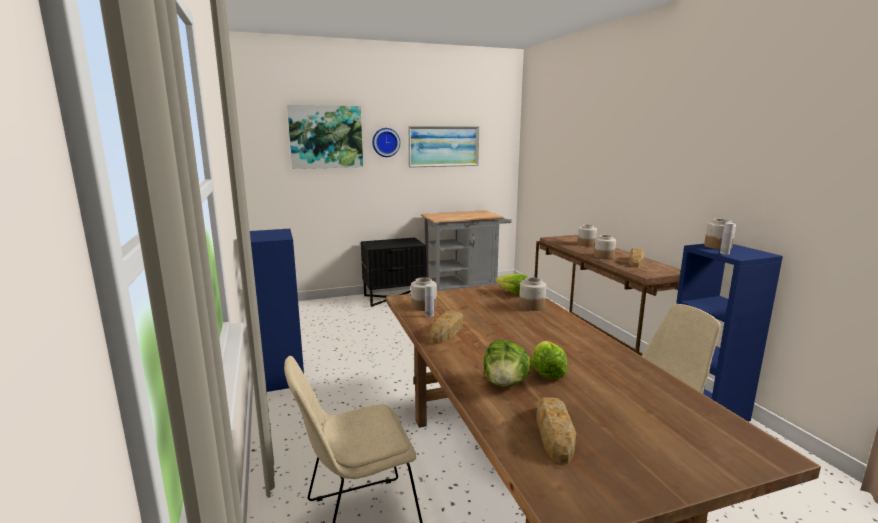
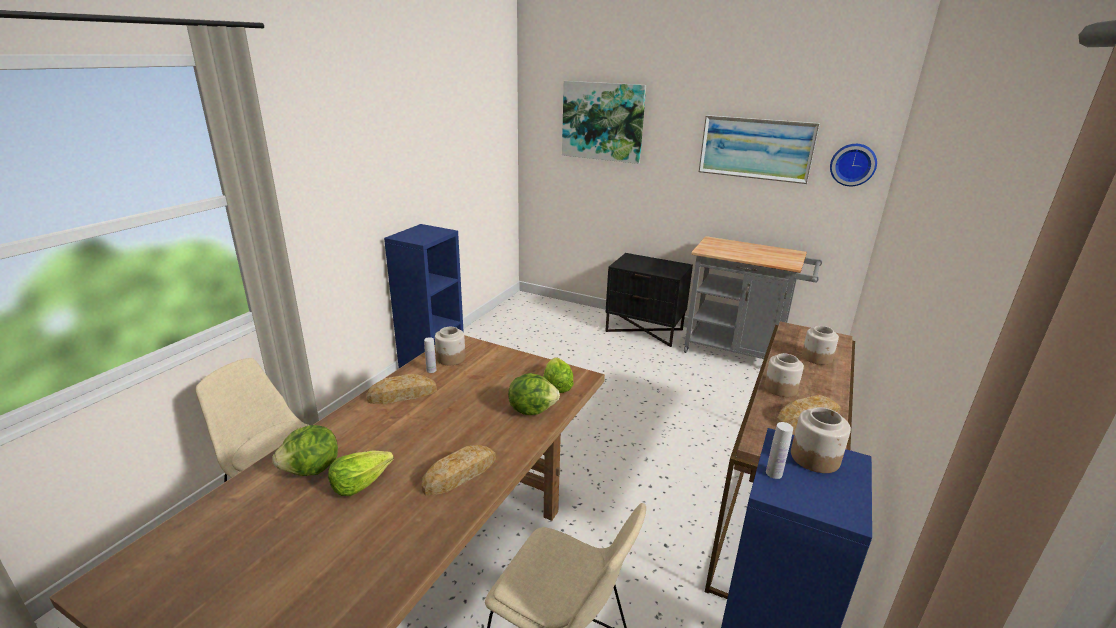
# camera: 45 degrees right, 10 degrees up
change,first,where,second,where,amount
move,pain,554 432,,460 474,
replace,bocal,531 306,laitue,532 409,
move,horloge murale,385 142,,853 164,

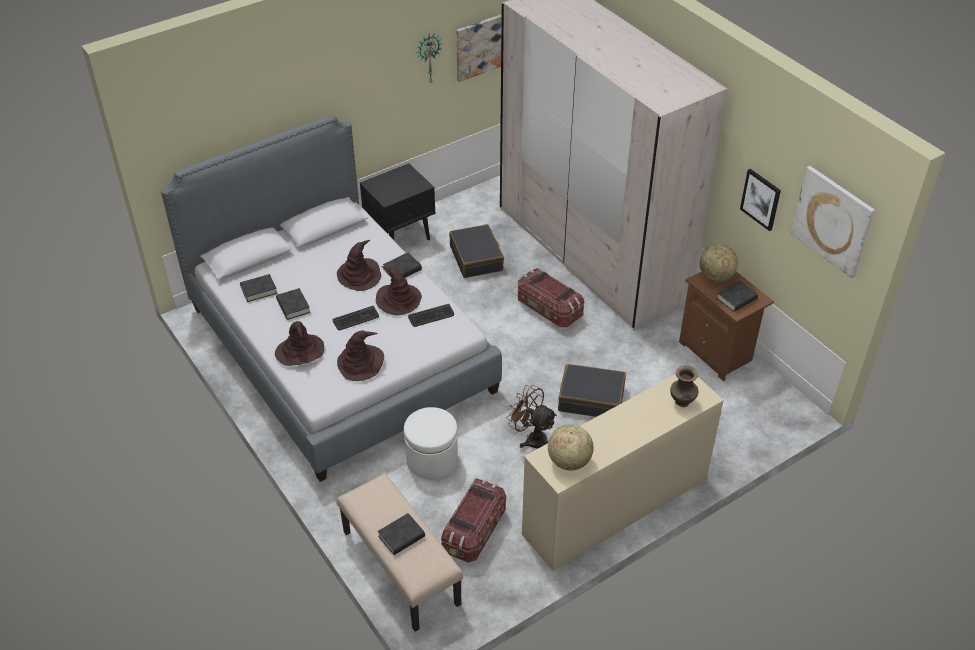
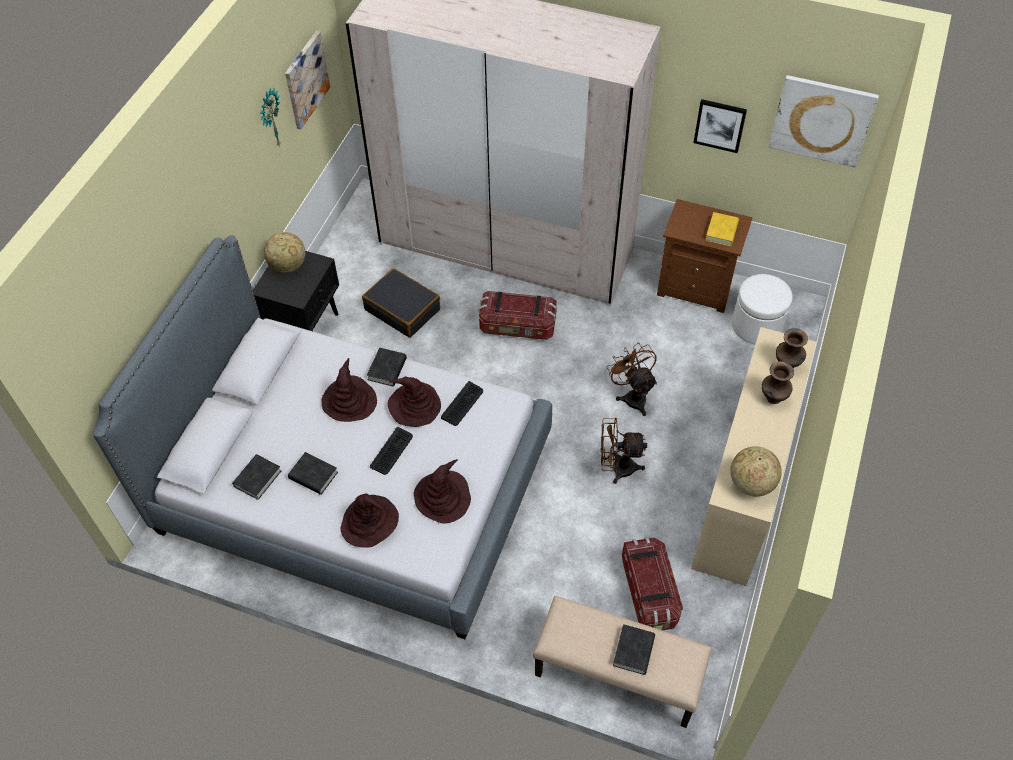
# camera: 35 degrees left, 10 degrees up
change,first,where,second,where,amount
move,globe,716 277,,288 266,
replace,valise [noir],591 398,ventilateur [marron],632 396,
recolor,livre [noir],736 299,livre [jaune],721 232,
move,pouf [blanc],432 460,,757 325,
insert,,,vase [marron],773 398,

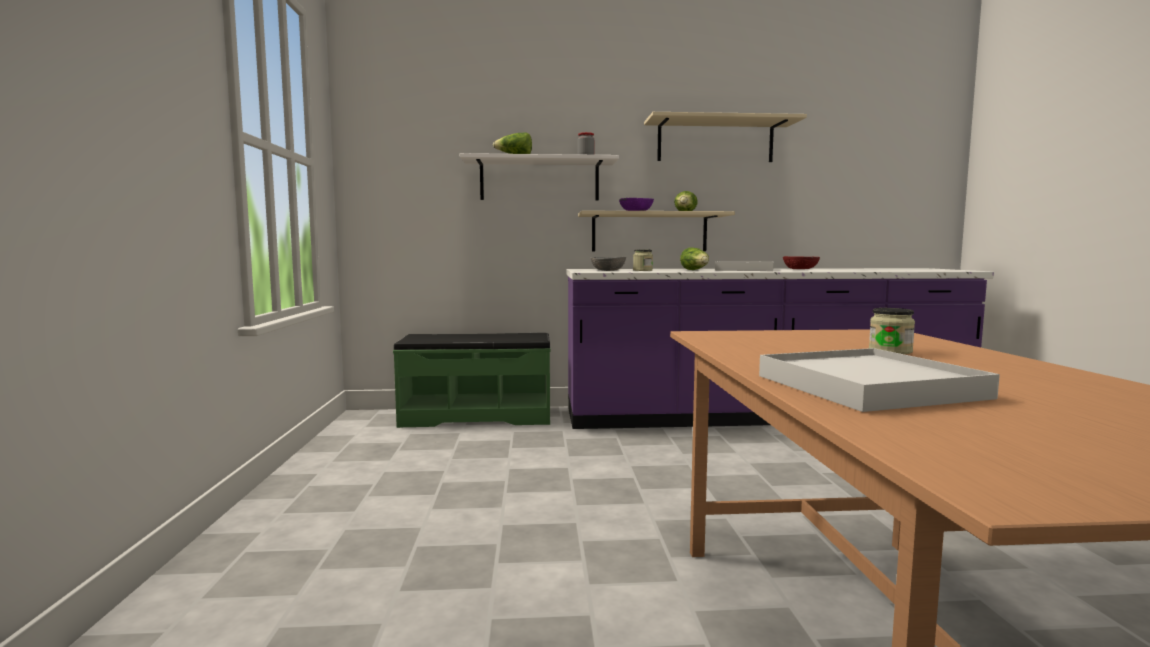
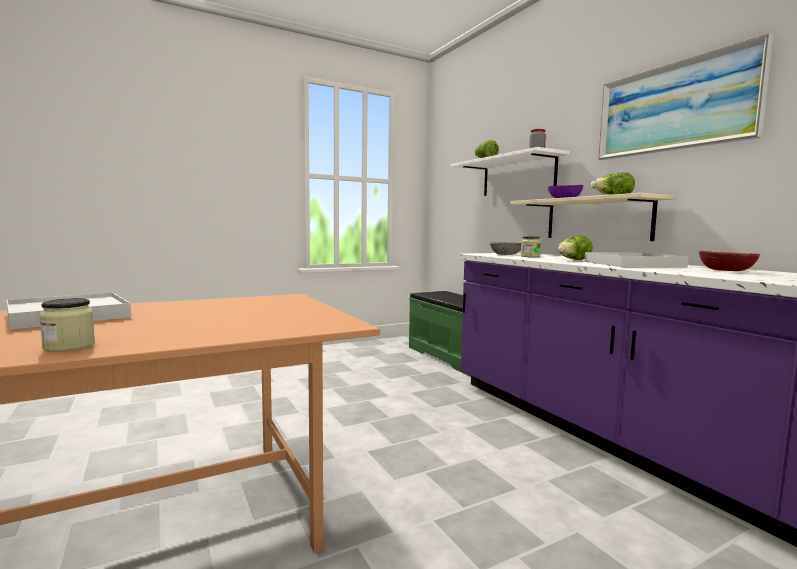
# camera: 65 degrees right, 0 degrees up
change,first,where,second,where,amount
move,bocal,890 351,,69 346,
replace,étagère [beige],715 142,tableau,673 107,

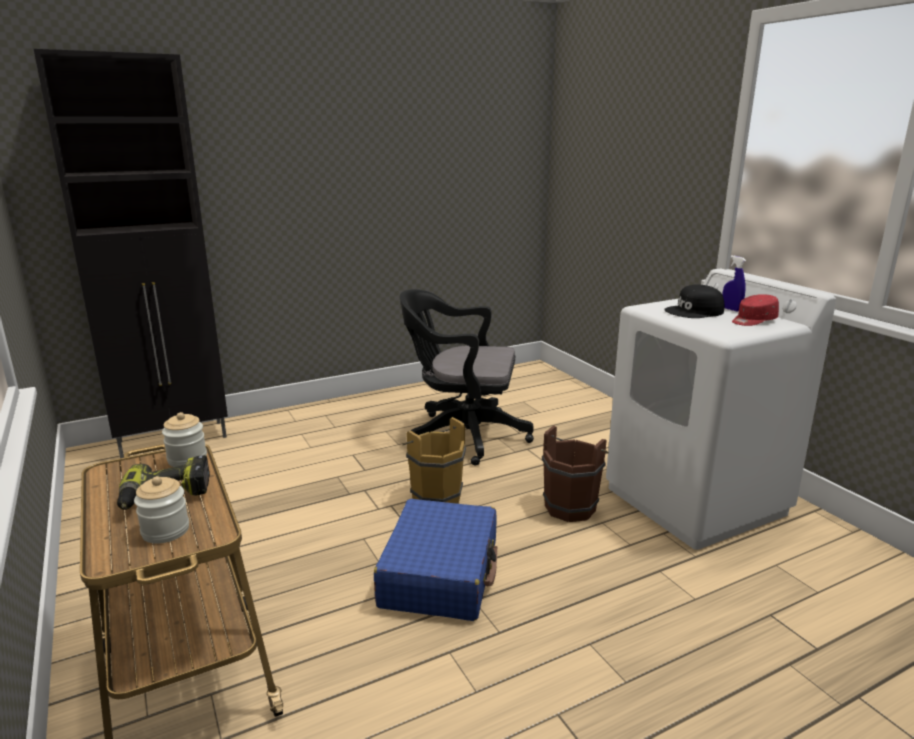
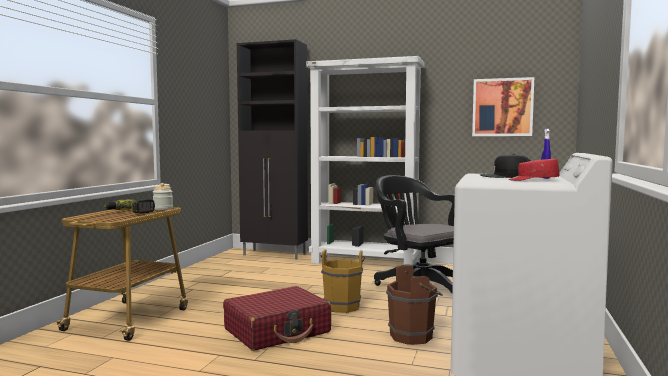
# camera: 45 degrees right, 15 degrees down
change,first,where,second,where,amount
recolor,valise [bleu],440 574,valise [rouge],277 331,
insert,,,bibliothèque [blanc],365 262,
insert,,,tableau,502 107,
delete,bocal,165 531,,,

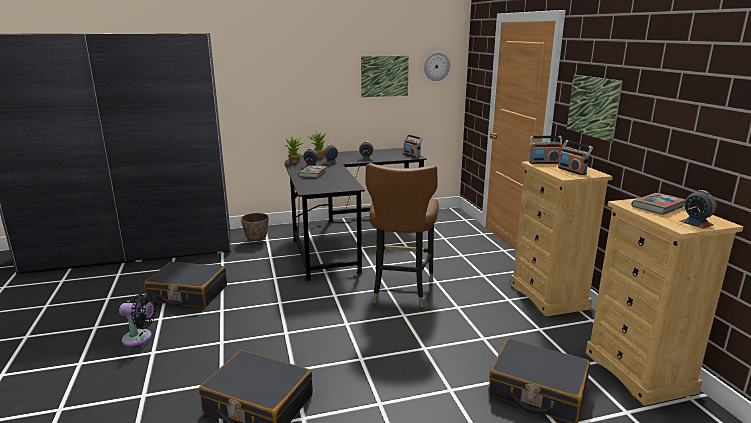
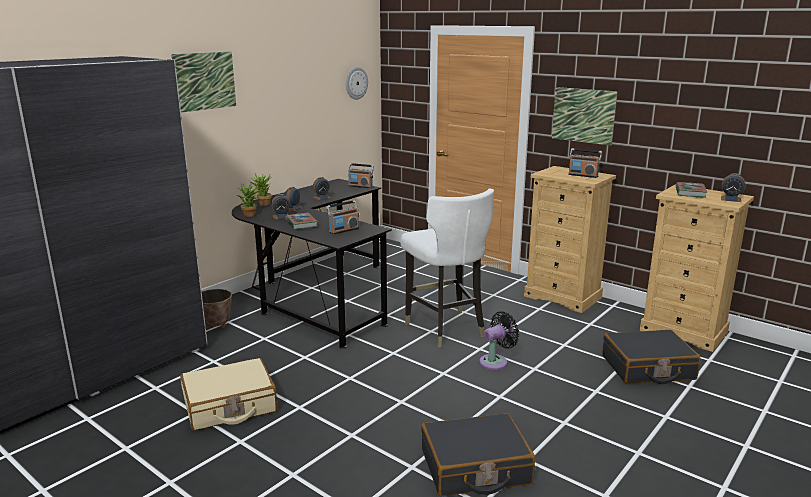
# camera: 35 degrees left, 0 degrees up
change,first,where,second,where,amount
move,tableau,384 76,,204 81,
recolor,valise [noir],188 294,valise [beige],229 406,
move,radio,544 162,,344 230,
recolor,chaise [marron],400 290,chaise [blanc],445 328,
move,ventilateur [noir],140 338,,496 361,

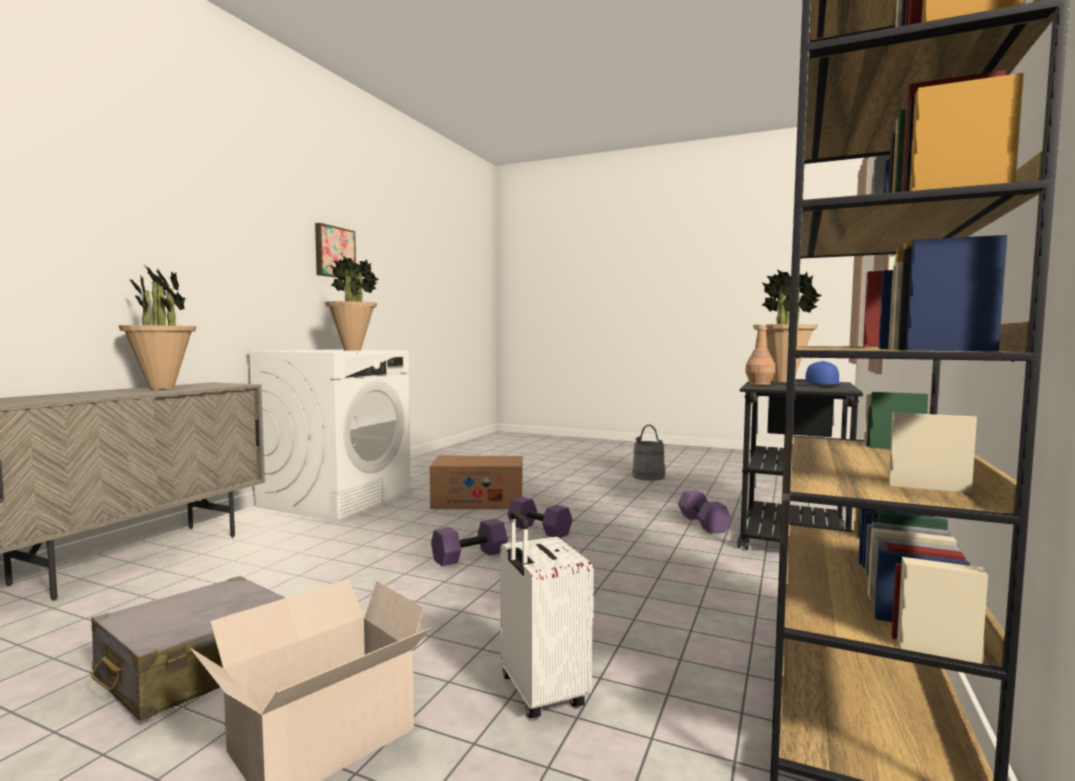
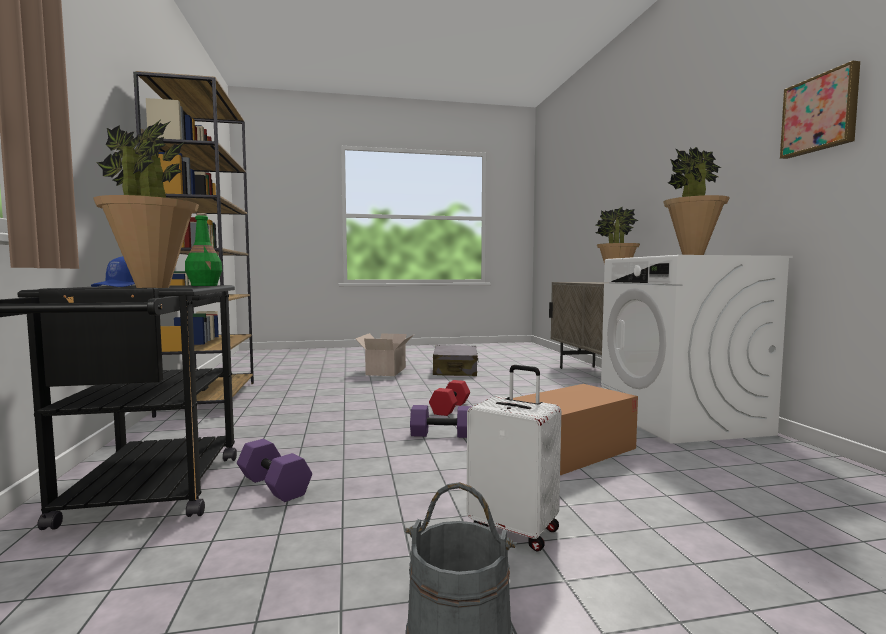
# camera: 145 degrees right, 0 degrees up
change,first,where,second,where,amount
recolor,bouteille [marron],759 384,bouteille [vert],205 285,
recolor,haltère [violet],470 556,haltère [rouge],450 408,
move,valise [blanc],540 693,,515 528,

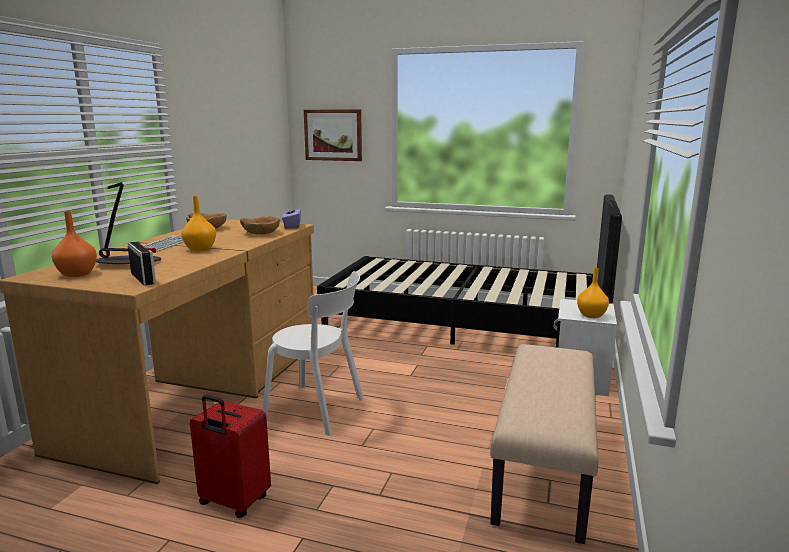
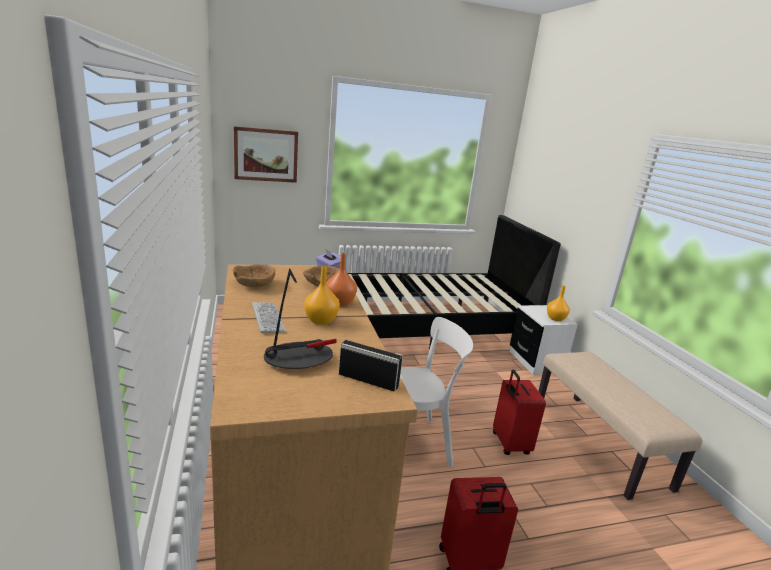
# camera: 35 degrees left, 5 degrees up
change,first,where,second,where,amount
move,vase [orange],78 274,,340 302,
insert,,,valise [rouge],509 444,

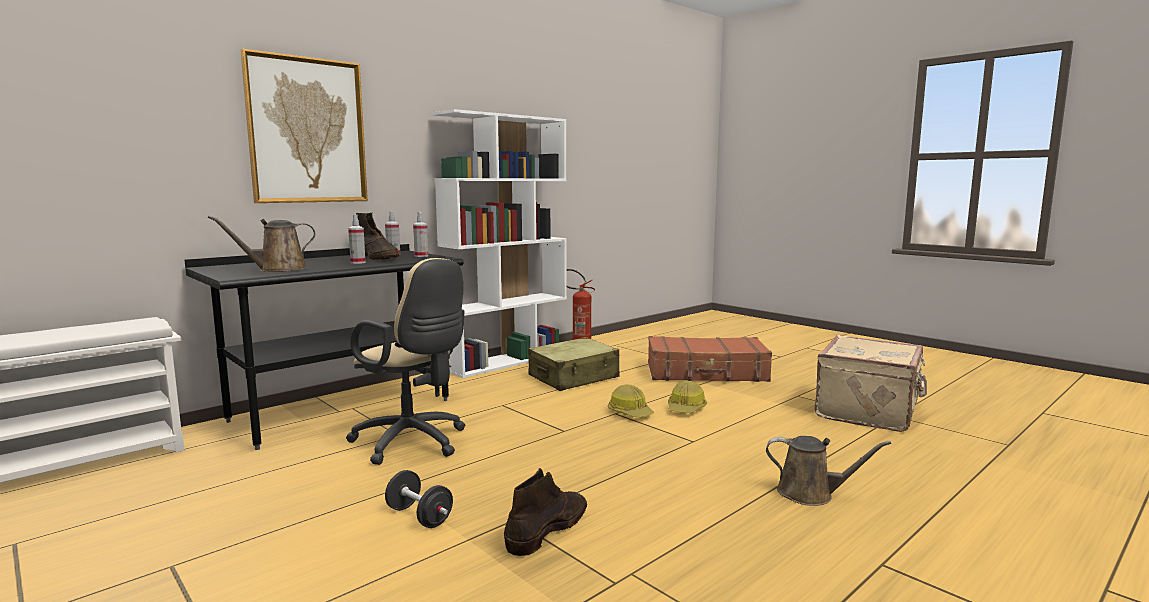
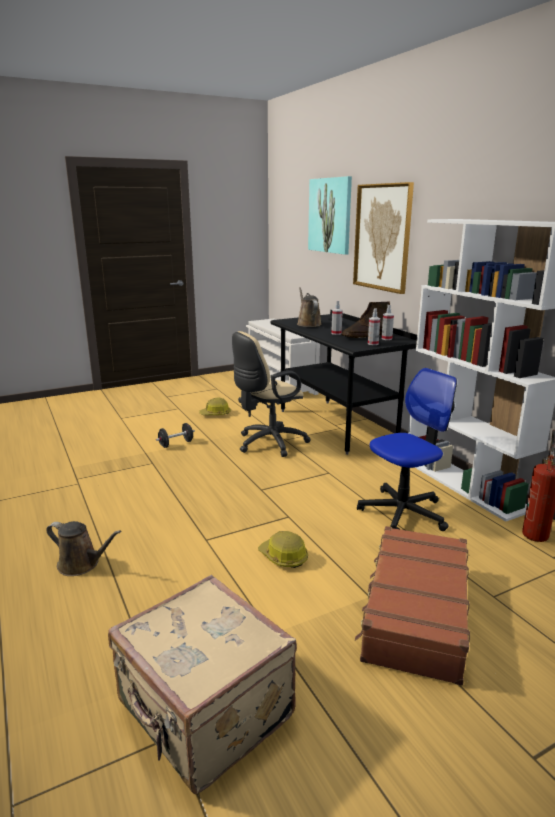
# camera: 105 degrees right, 10 degrees up
change,first,where,second,where,amount
rotate,arrosoir [marron],810 494,,81 564,105 degrees counterclockwise
move,casque de chantier,630 413,,215 414,
insert,,,tableau,330 215,
replace,valise [beige],574 377,chaise de bureau,403 512,
delete,botte [marron],548 528,,,

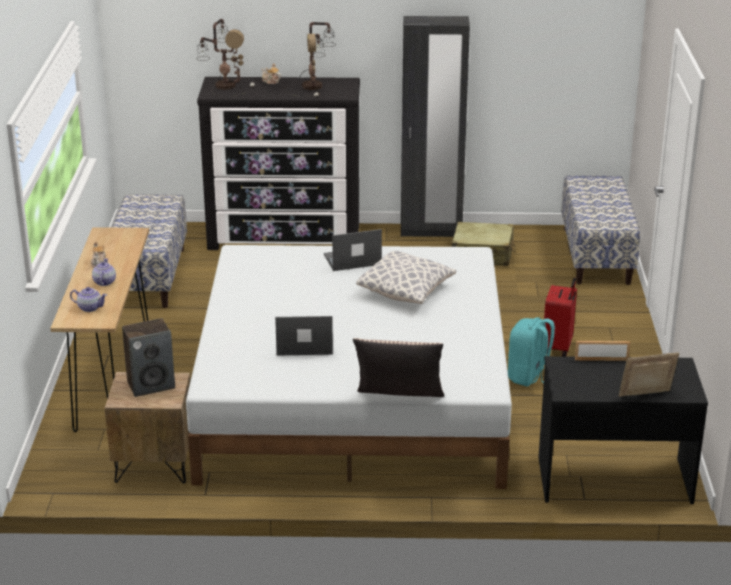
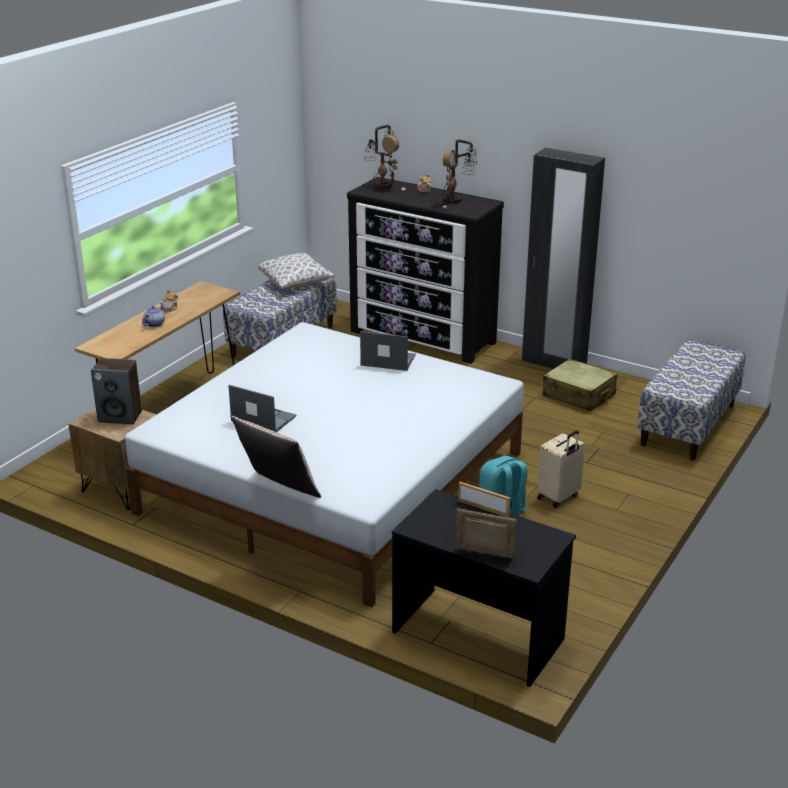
# camera: 30 degrees right, 0 degrees up
change,first,where,second,where,amount
move,coussin,406 291,,296 283,
recolor,valise [rouge],558 347,valise [beige],559 497,
delete,théière,89 308,,,

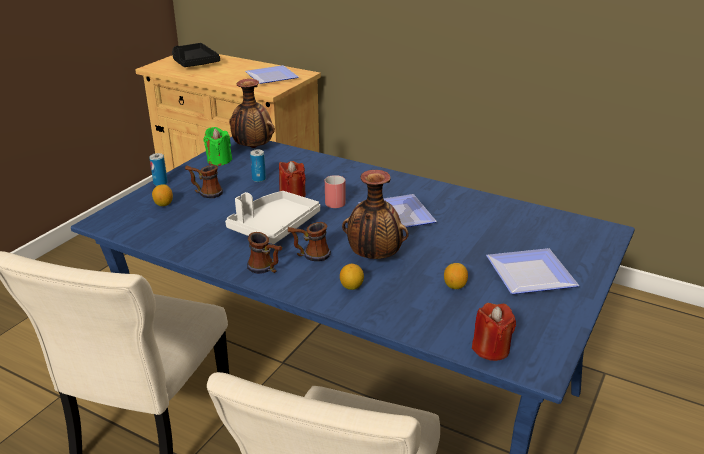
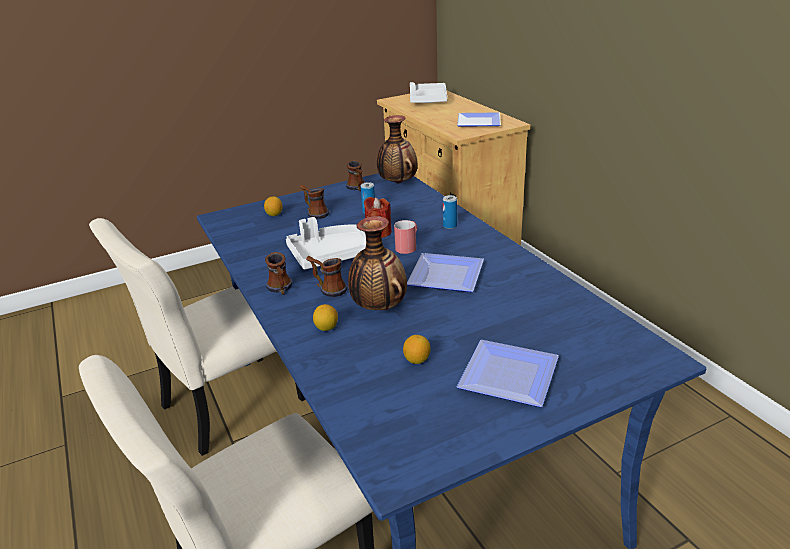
# camera: 35 degrees right, 0 degrees up
change,first,where,second,where,amount
replace,bougie [vert],219 160,mug,357 188,
recolor,plateau [noir],194 63,plateau [blanc],428 100,
move,boîte métallique,160 183,,450 226,
delete,bougie [rouge],491 349,,,

